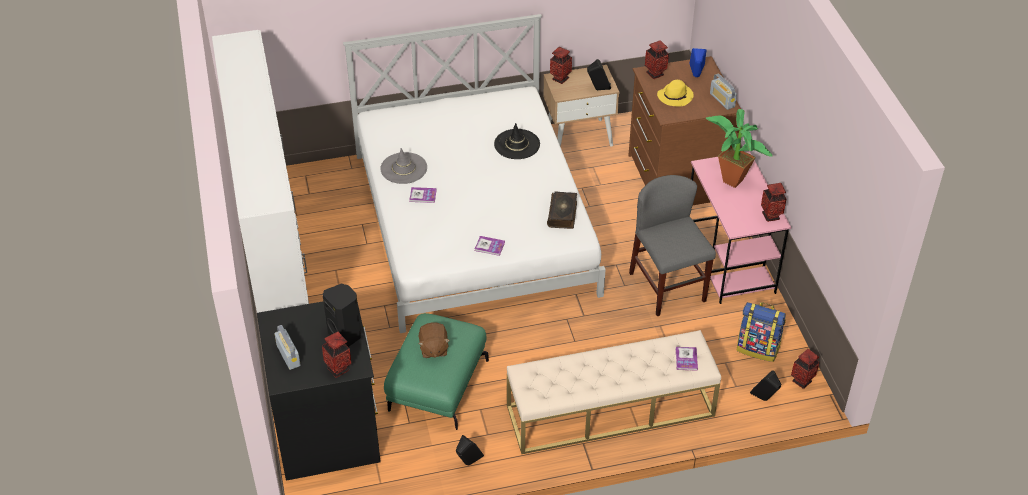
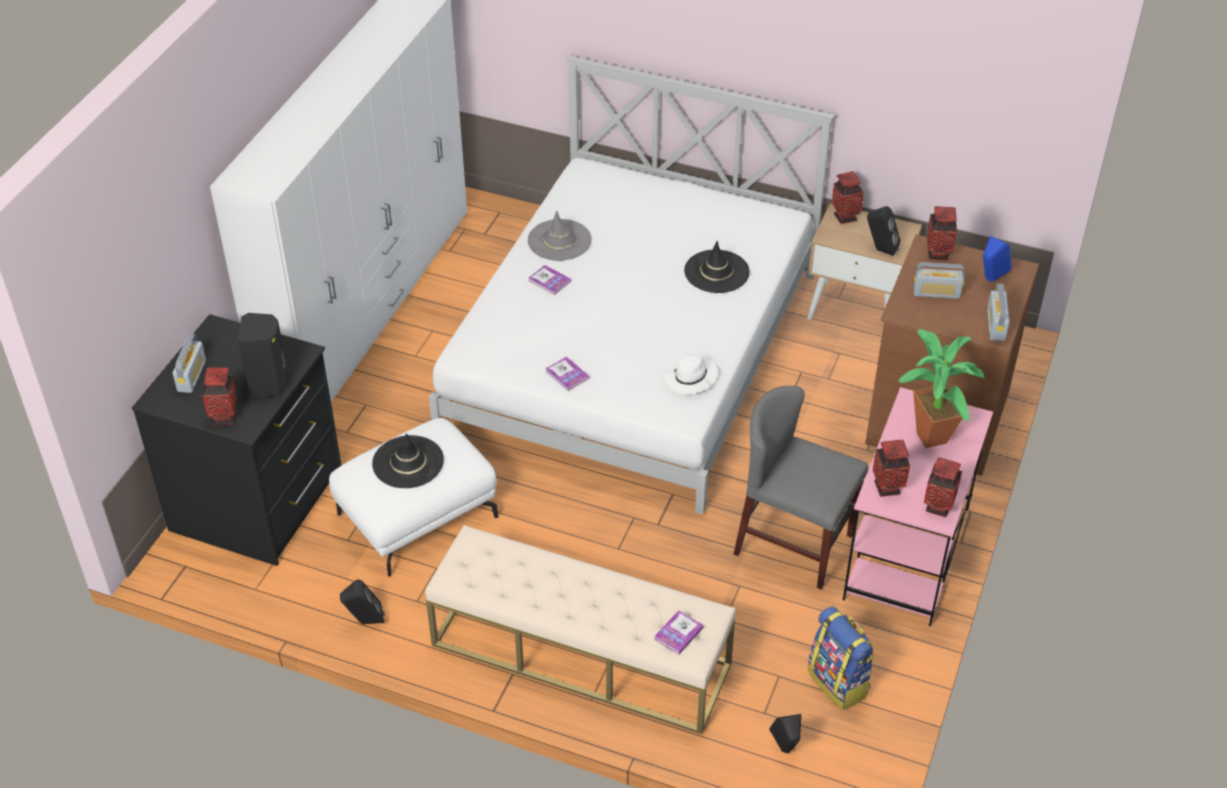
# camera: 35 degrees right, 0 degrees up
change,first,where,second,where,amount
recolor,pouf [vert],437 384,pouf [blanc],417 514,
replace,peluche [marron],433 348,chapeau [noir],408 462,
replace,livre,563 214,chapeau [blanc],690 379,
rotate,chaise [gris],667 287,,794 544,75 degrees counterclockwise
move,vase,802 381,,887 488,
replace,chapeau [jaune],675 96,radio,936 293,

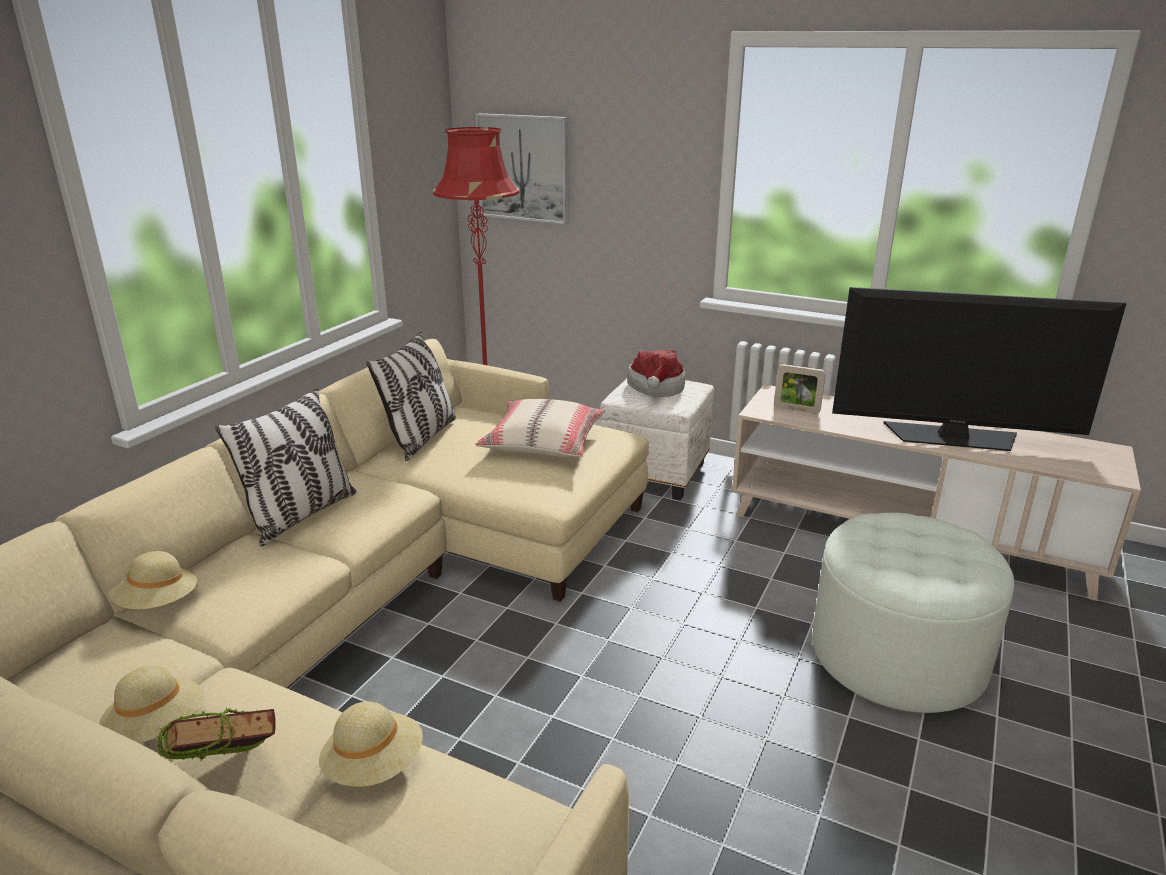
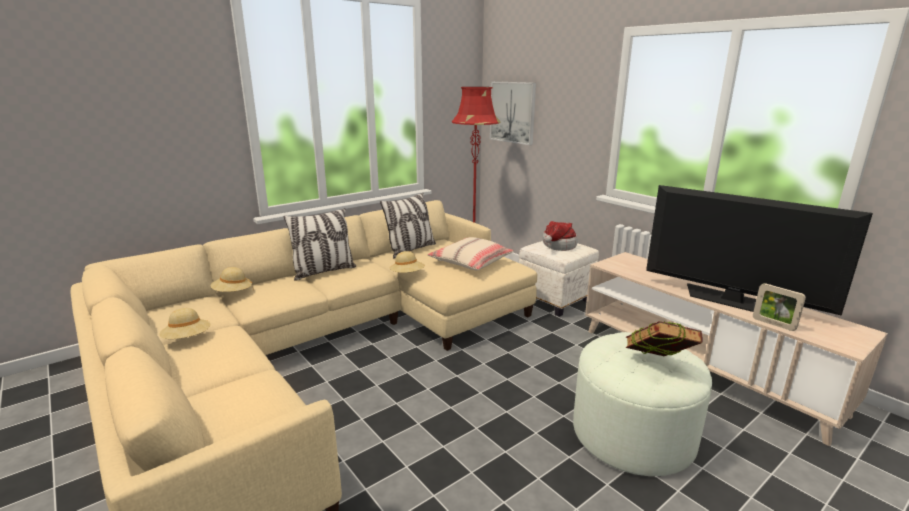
# camera: 25 degrees right, 5 degrees down
change,first,where,second,where,amount
move,chapeau [beige],374 766,,407 275,
move,livre,227 778,,657 365,
move,cadre photo,796 410,,773 324,

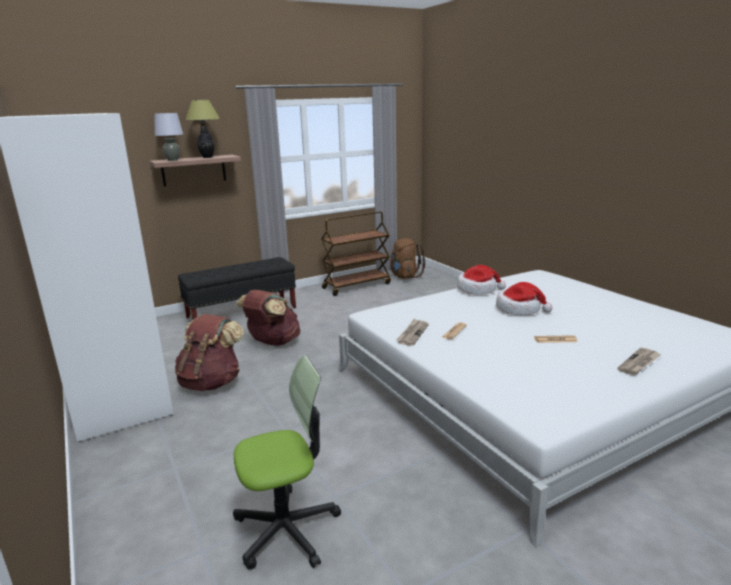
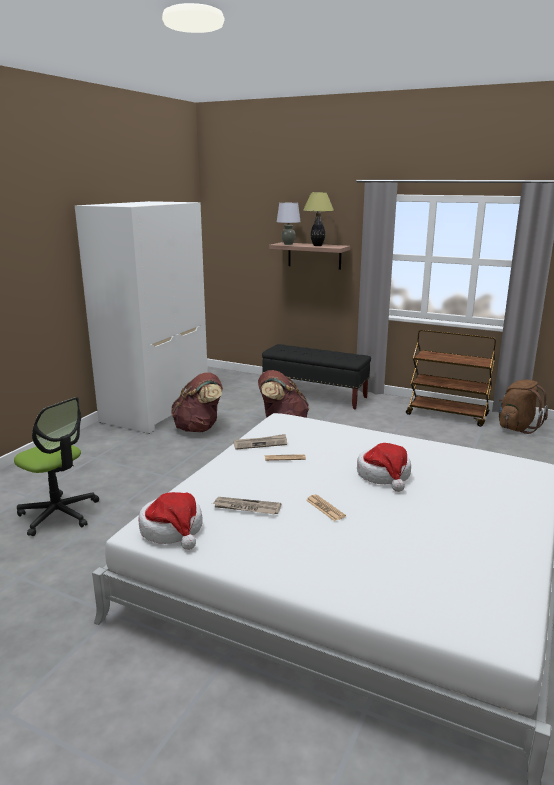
# camera: 55 degrees right, 0 degrees up
change,first,where,second,where,amount
move,chapeau,478 289,,172 530,
move,journal,639 363,,246 508,

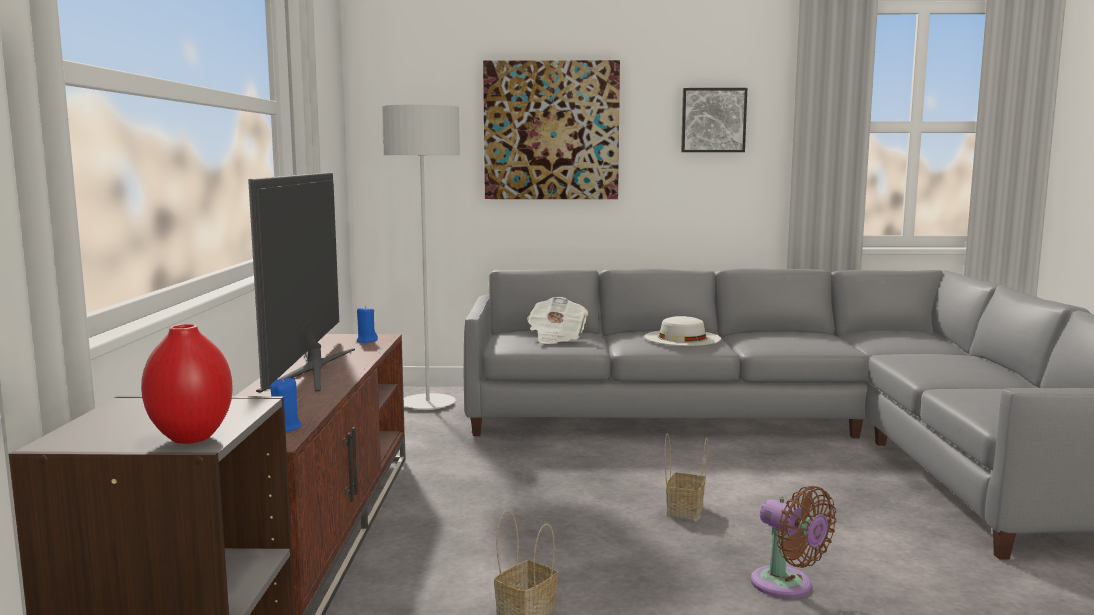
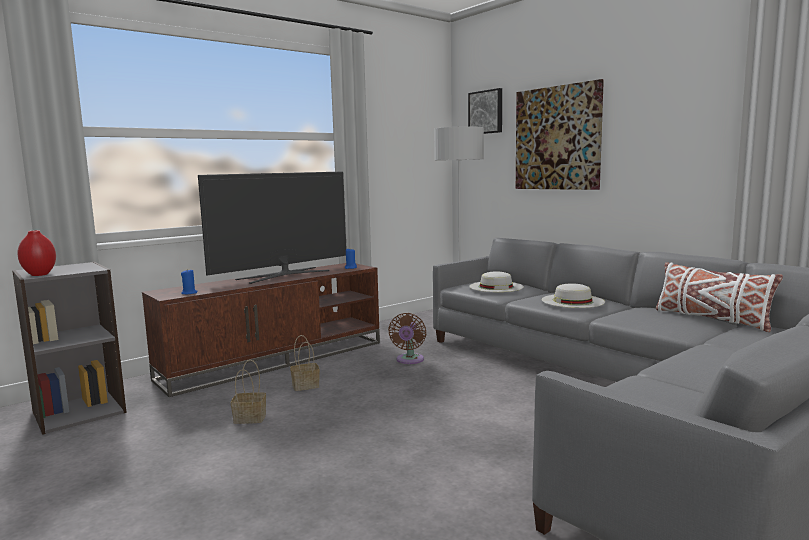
# camera: 50 degrees right, 0 degrees up
change,first,where,second,where,amount
move,panier,684 509,,306 385,
move,ventilateur [marron],787 586,,409 360,
move,tableau,713 120,,486 112,
replace,journal,556 337,chapeau [blanc],496 286,
insert,,,coussin [blanc],711 319,

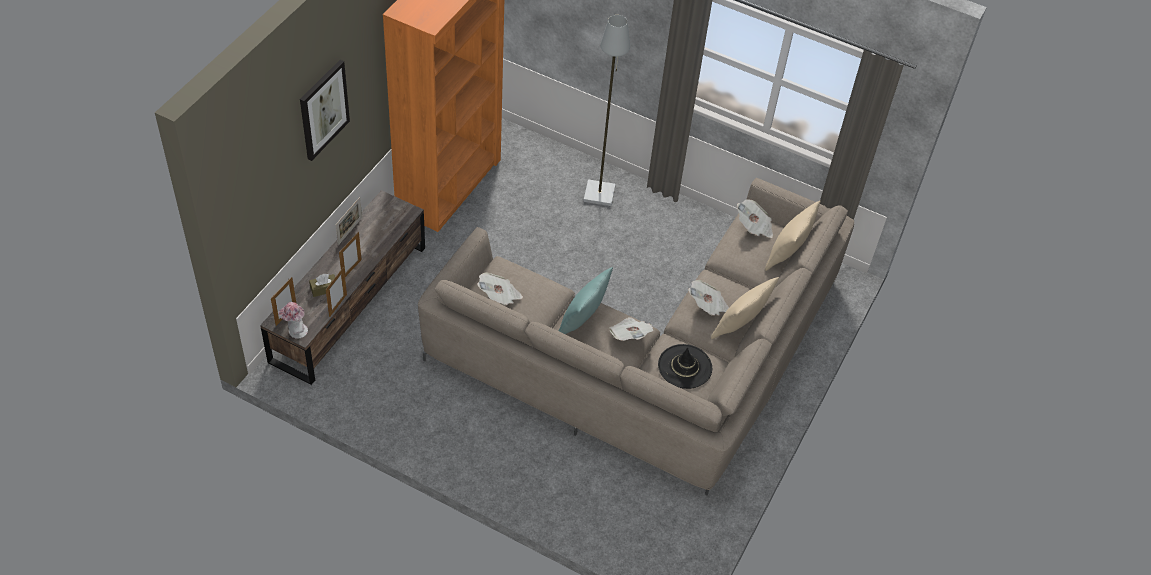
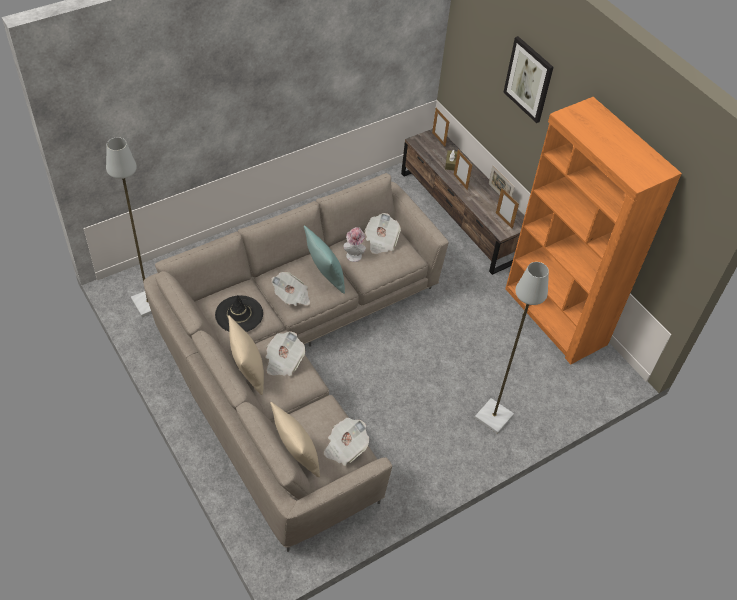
# camera: 120 degrees right, 0 degrees up
change,first,where,second,where,amount
insert,,,lampadaire [gris],148 303,
move,chapeau,295 331,,354 254,
move,cadre photo,338 305,,504 220,

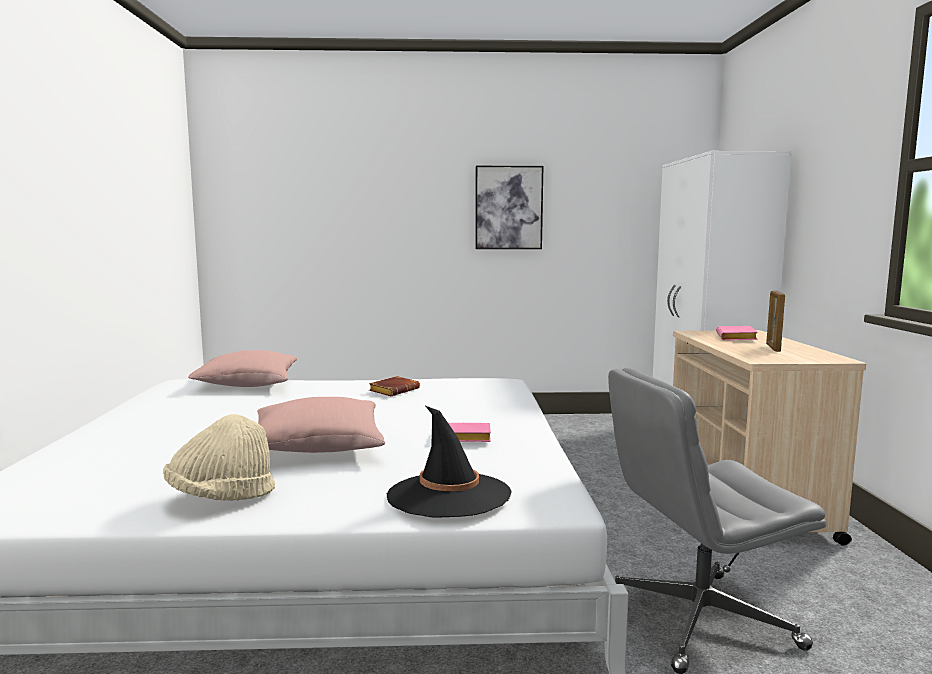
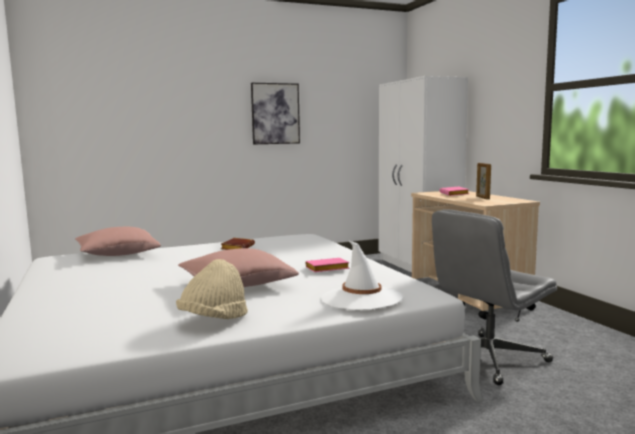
# camera: 20 degrees left, 0 degrees up
change,first,where,second,where,amount
recolor,chapeau [noir],448 495,chapeau [blanc],361 298,

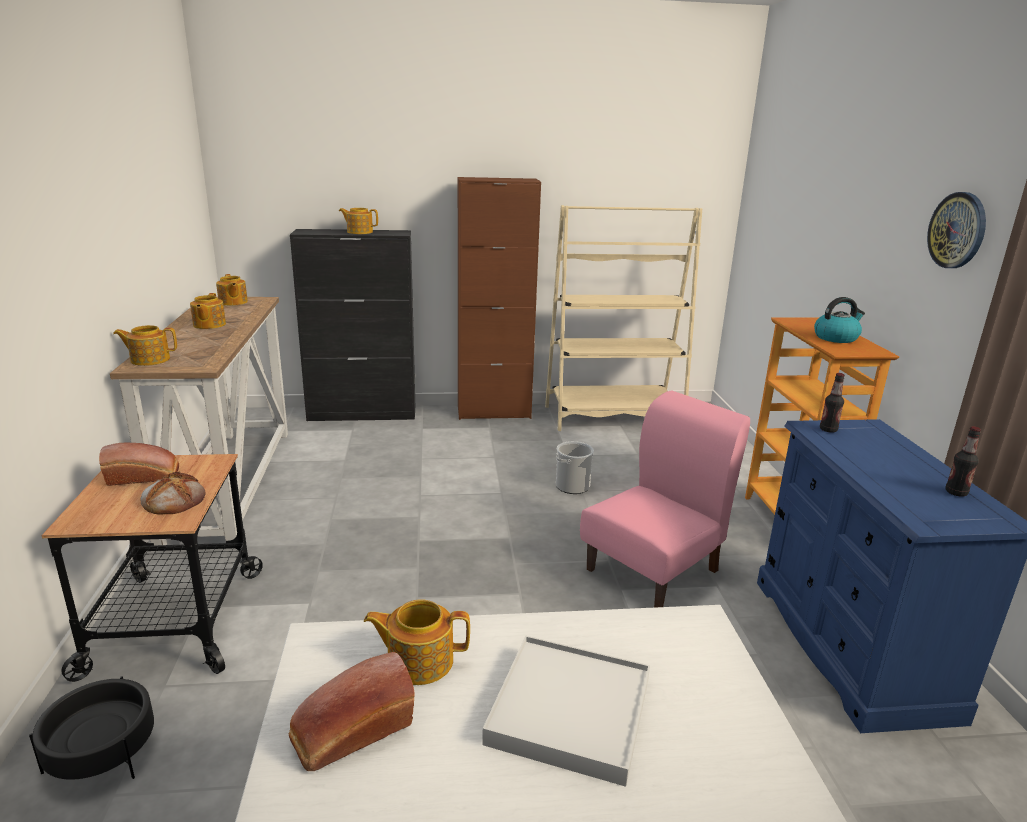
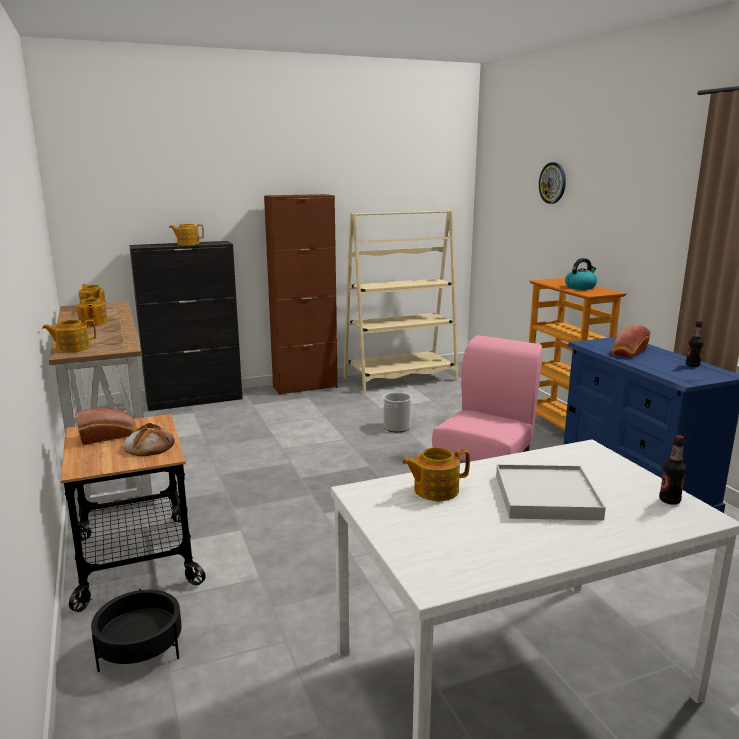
# camera: 15 degrees left, 5 degrees down
change,first,where,second,where,amount
move,horloge murale,957 230,,553 183,
move,pain,350 733,,628 352,
move,bouteille,828 430,,669 500,

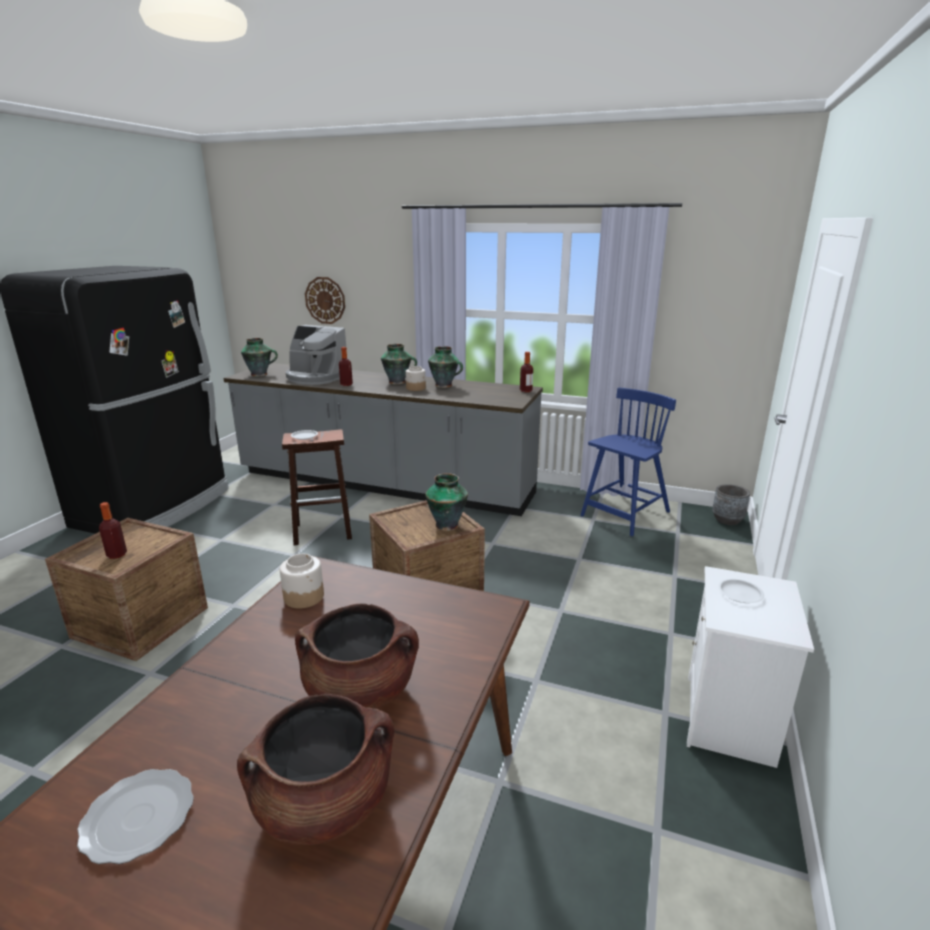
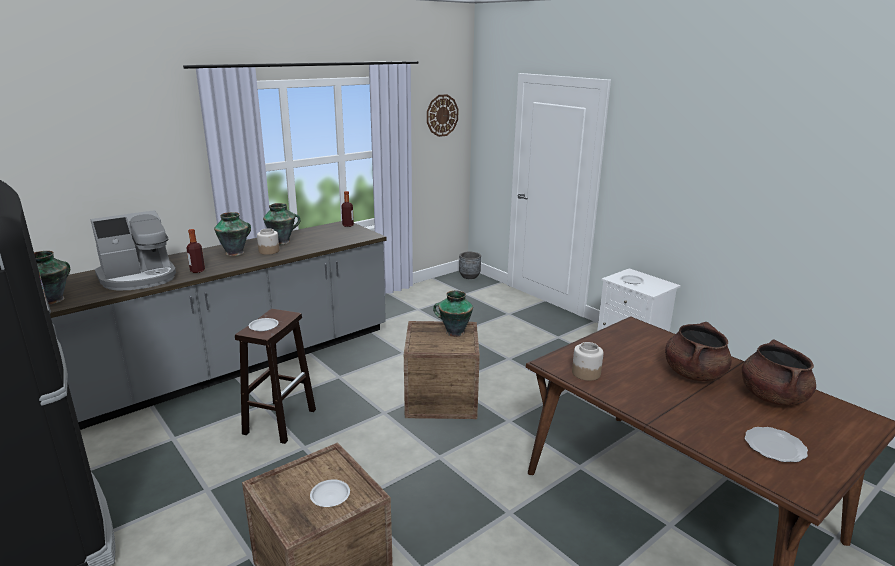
# camera: 60 degrees left, 0 degrees up
change,first,where,second,where,amount
replace,bouteille,117 555,assiette [blanc],330 496,
move,horloge murale,325 300,,442 115,
delete,chaise [bleu],624 515,,,

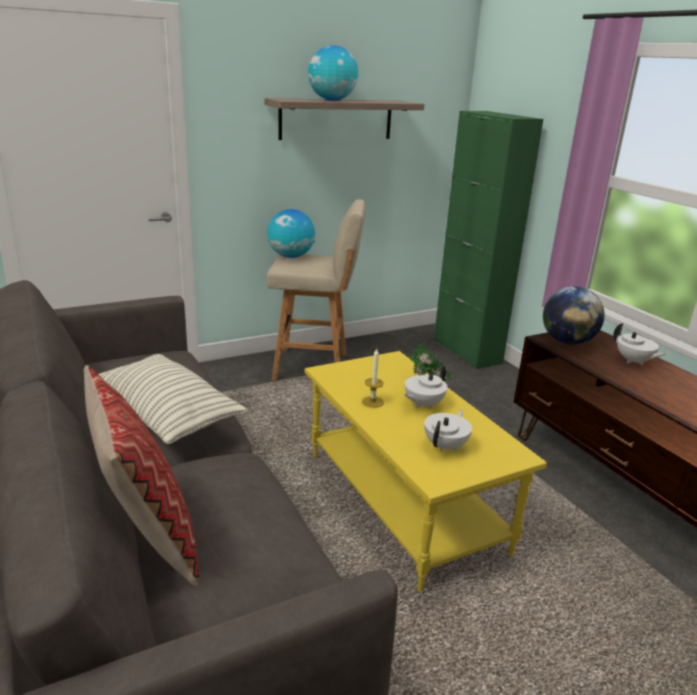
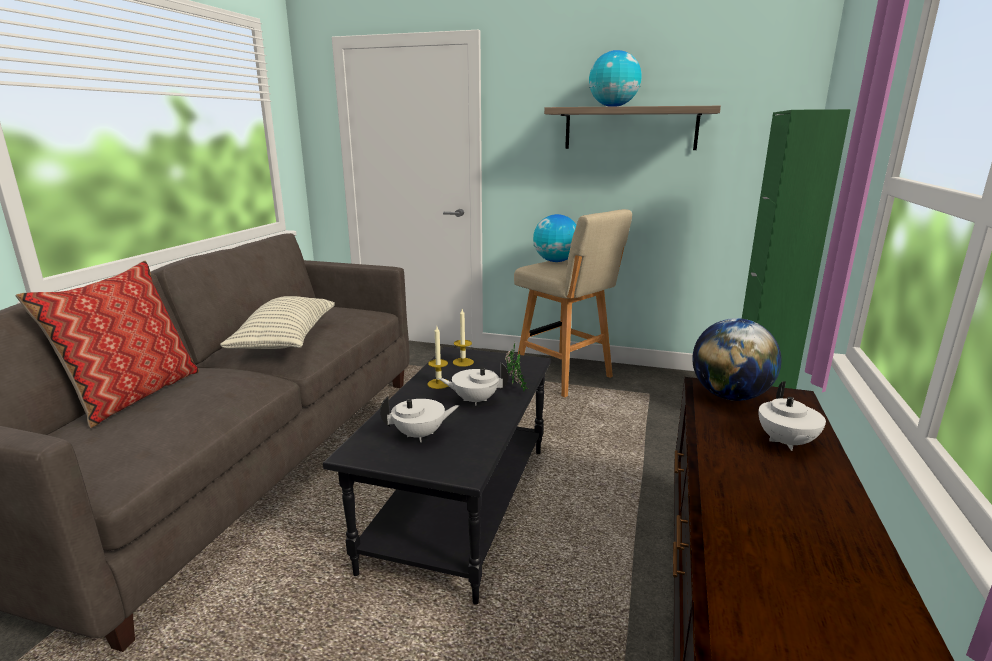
# camera: 45 degrees right, 5 degrees down
change,first,where,second,where,amount
recolor,table basse [jaune],400 502,table basse [noir],459 504,
insert,,,bougie,463 362,

